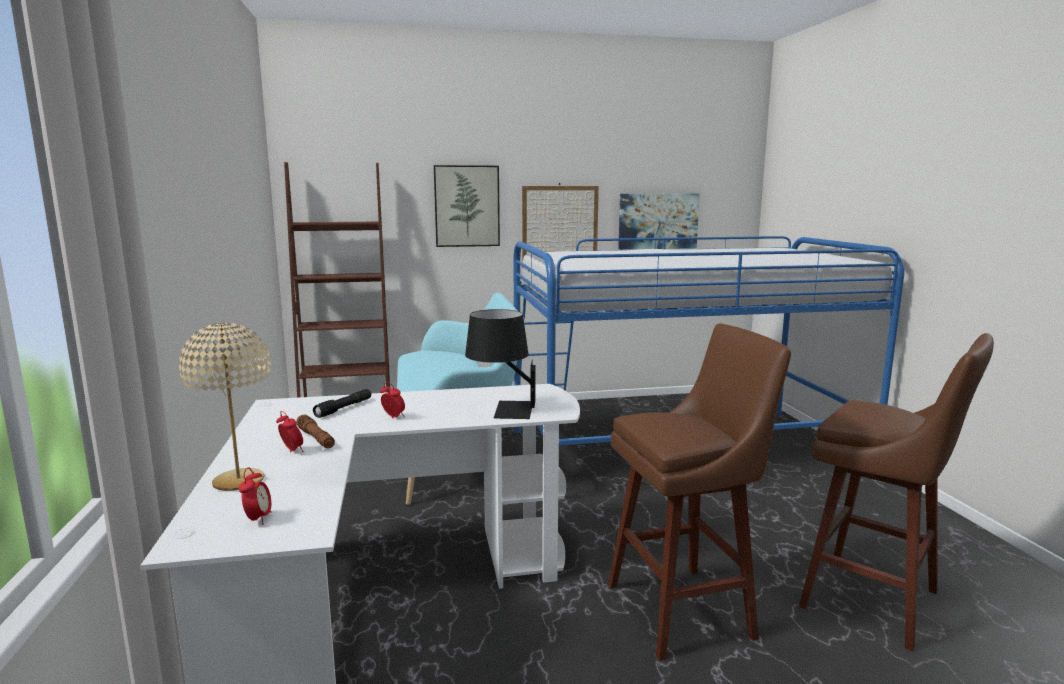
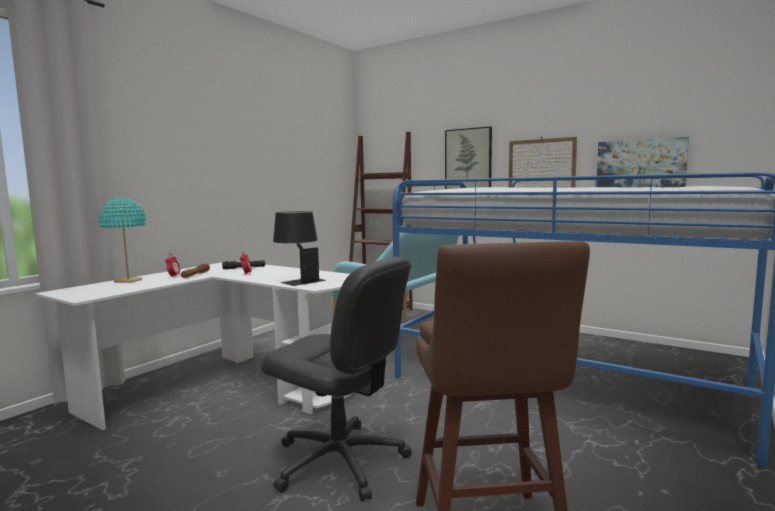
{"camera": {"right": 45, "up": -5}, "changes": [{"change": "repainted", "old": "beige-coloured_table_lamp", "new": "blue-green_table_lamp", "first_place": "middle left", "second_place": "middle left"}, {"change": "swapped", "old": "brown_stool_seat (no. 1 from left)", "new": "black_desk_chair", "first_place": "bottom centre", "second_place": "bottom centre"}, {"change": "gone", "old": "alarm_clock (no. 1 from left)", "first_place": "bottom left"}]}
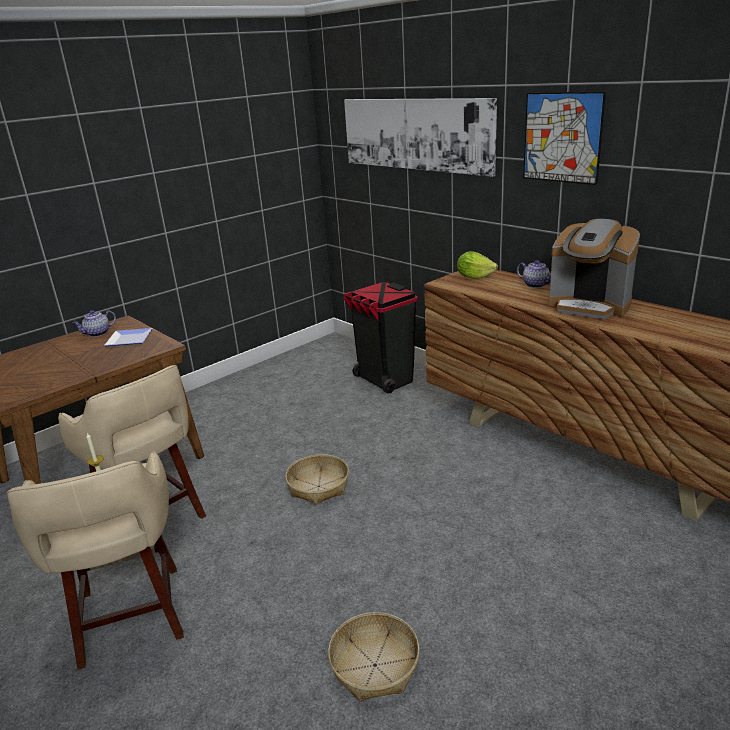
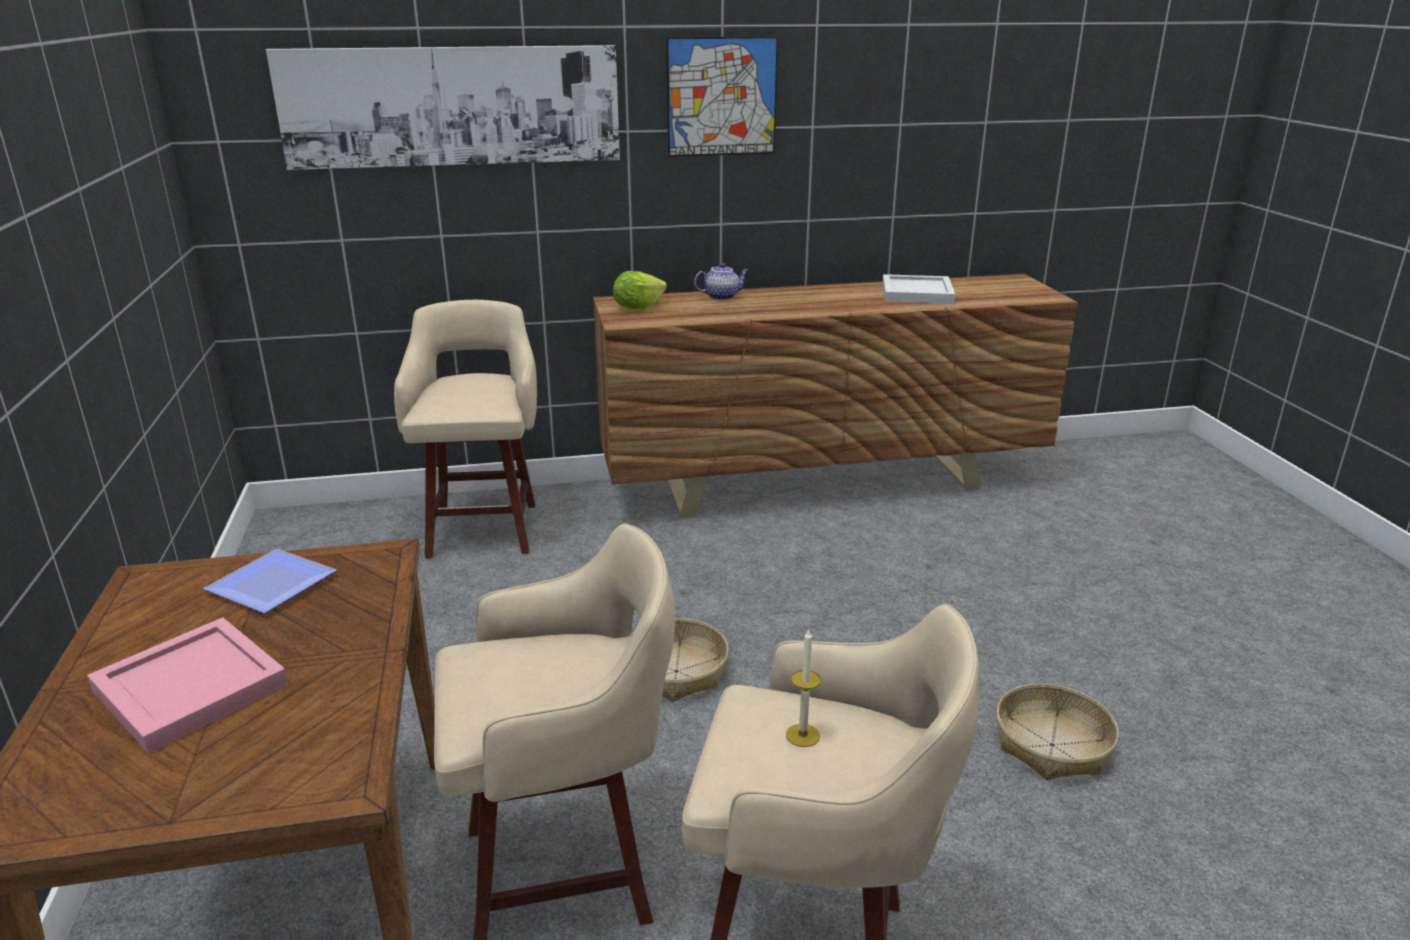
{"camera": {"right": -60, "up": 0}, "changes": [{"change": "gone", "old": "coffee_machine", "first_place": "middle right"}, {"change": "swapped", "old": "black_trash_can", "new": "beige-coloured_stool_seat (no. 1 from left)", "first_place": "centre", "second_place": "middle left"}, {"change": "gone", "old": "pot_for_tea (no. 1 from left)", "first_place": "middle left"}, {"change": "new", "new": "white-coloured_carrying_tray", "second_place": "top centre"}, {"change": "new", "new": "pink-coloured_carrying_tray", "second_place": "bottom left"}]}
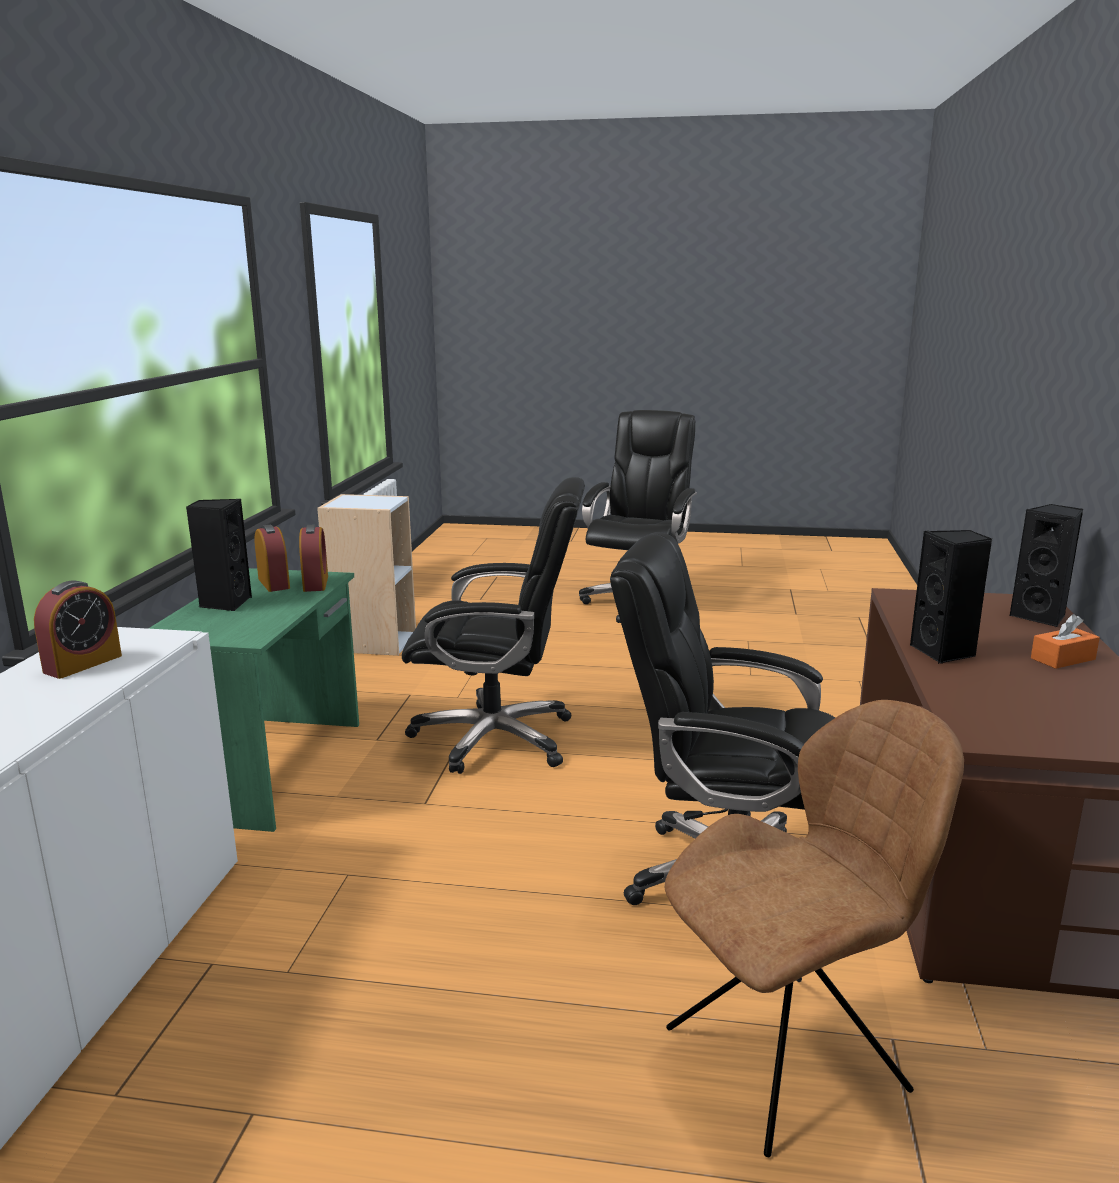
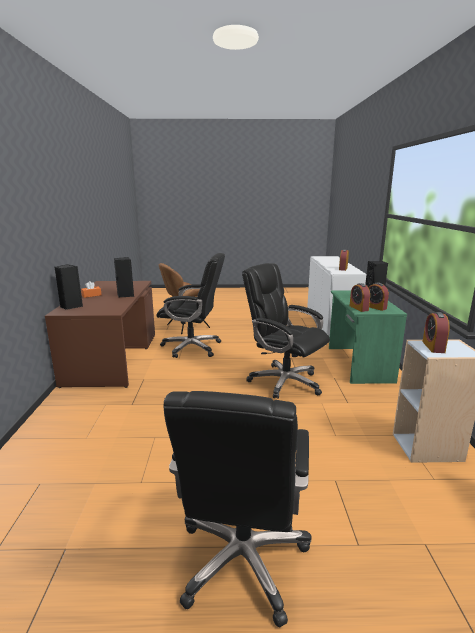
{"camera": {"right": 170, "up": 0}, "changes": [{"change": "rotated", "old": "black_desk_chair (no. 1 from left in the first image)", "first_place": "centre", "second_place": "centre", "degrees": 45}, {"change": "new", "new": "alarm_clock (no. 4 from left)", "second_place": "middle right"}]}
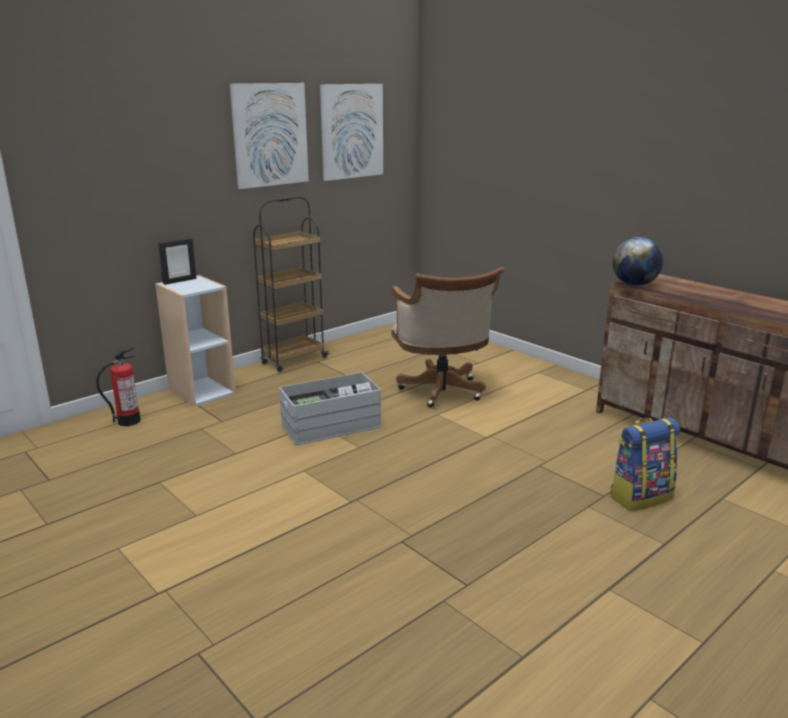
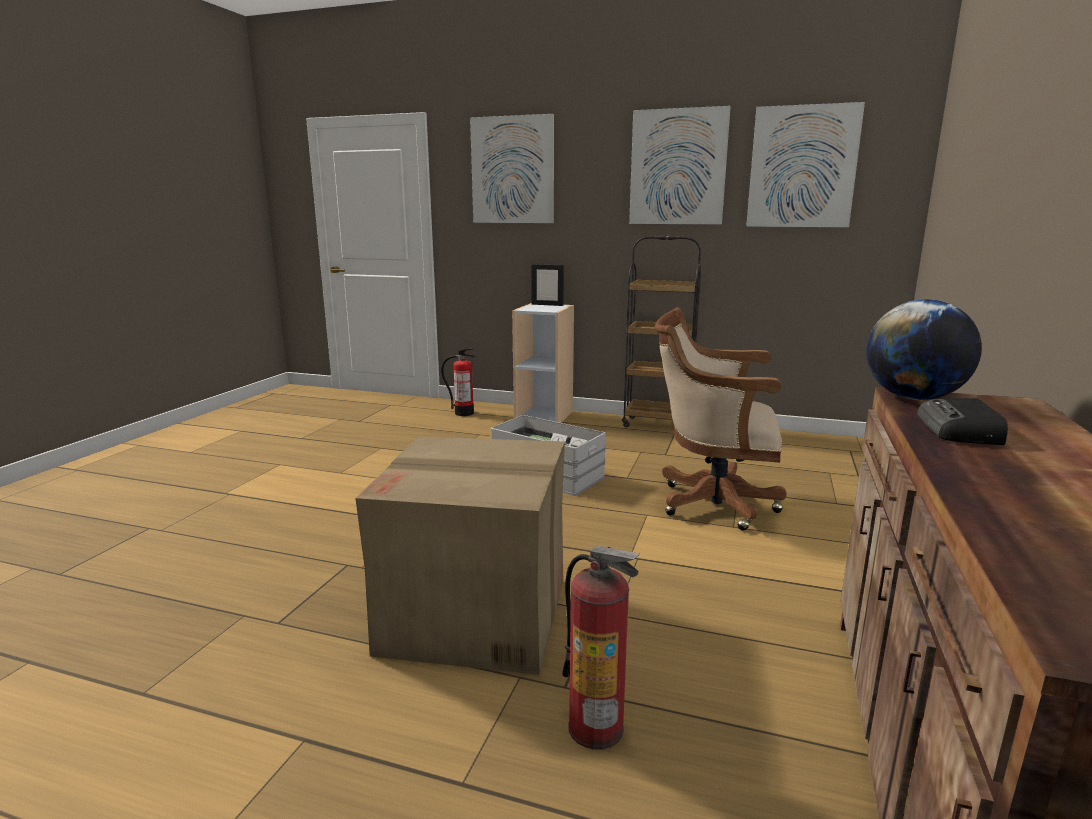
{"camera": {"right": 60, "up": -5}, "changes": [{"change": "rotated", "old": "desk_chair", "first_place": "centre", "second_place": "centre", "degrees": 60}, {"change": "swapped", "old": "knapsack", "new": "extinguisher (no. 2 from left)", "first_place": "middle right", "second_place": "bottom centre"}, {"change": "new", "new": "wall_picture (no. 1 from left)", "second_place": "top centre"}, {"change": "new", "new": "radio_receiver", "second_place": "middle right"}, {"change": "new", "new": "carton", "second_place": "bottom centre"}]}
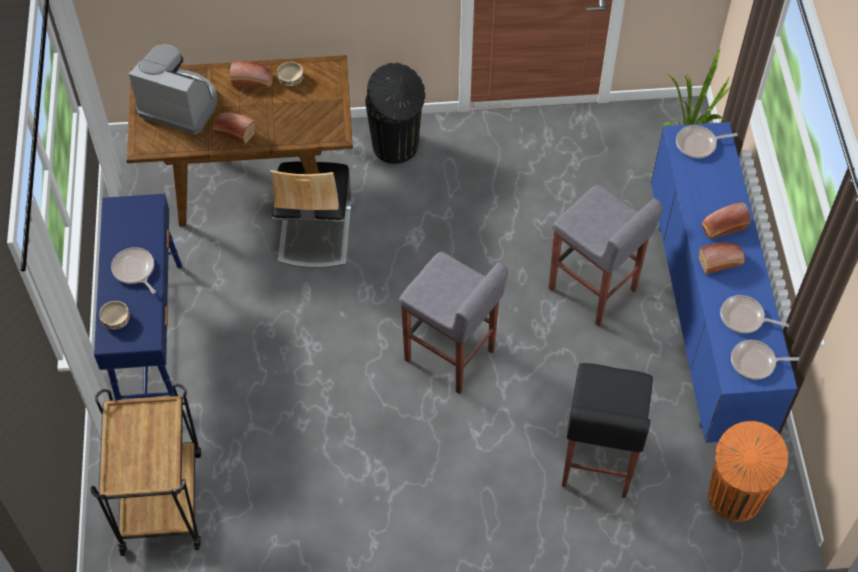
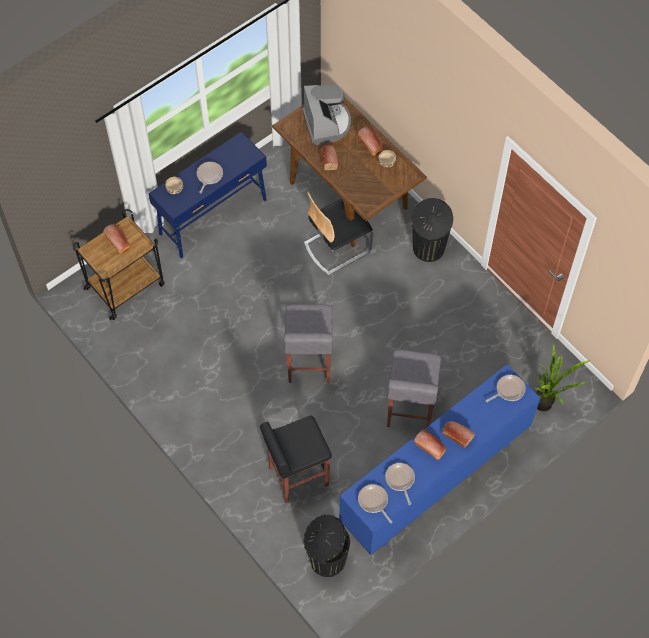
{"camera": {"right": 55, "up": 5}, "changes": [{"change": "rotated", "old": "pan (no. 2 from left in the first image)", "first_place": "top right", "second_place": "middle right", "degrees": 105}, {"change": "repainted", "old": "orangey_trash_can", "new": "black_trash_can (no. 1 from left)", "first_place": "bottom right", "second_place": "bottom centre"}, {"change": "new", "new": "bread (no. 1 from left)", "second_place": "middle left"}]}
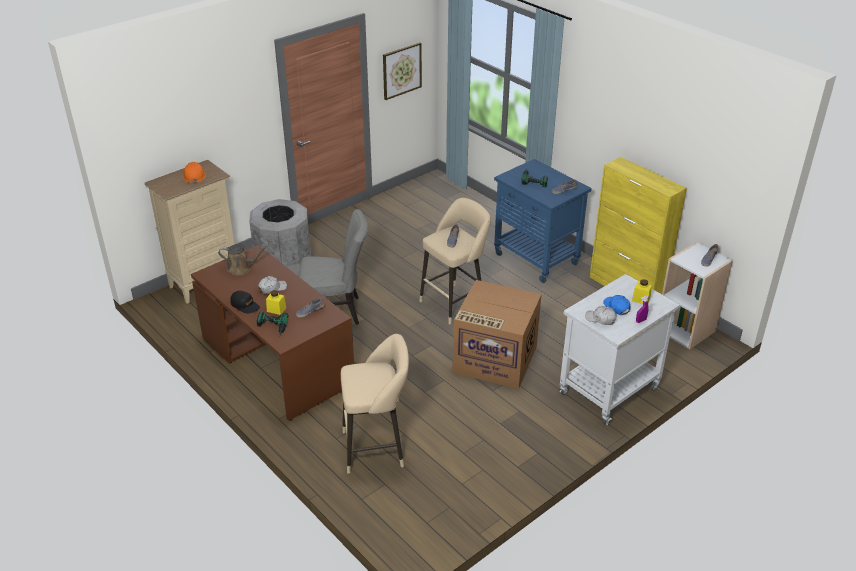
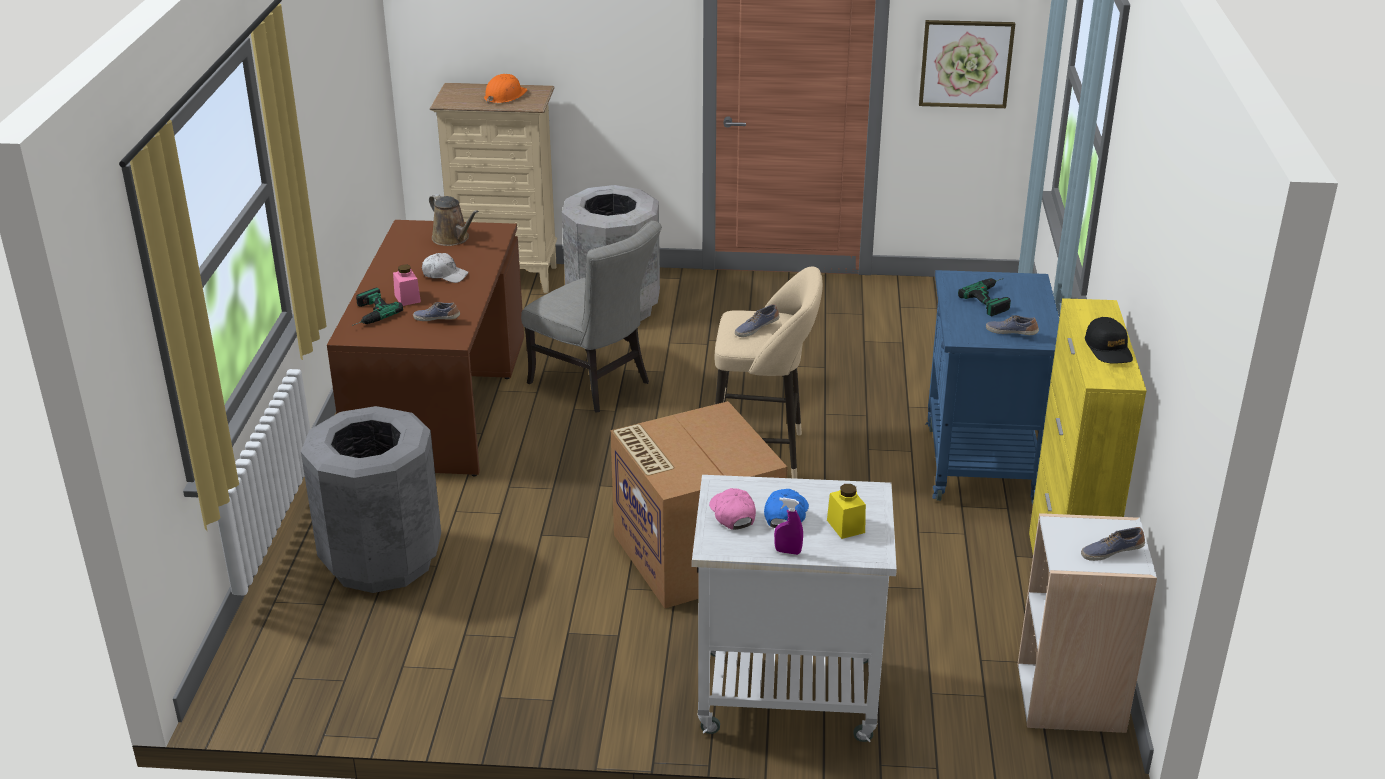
{"camera": {"right": 45, "up": -5}, "changes": [{"change": "repainted", "old": "yellowish_preserve_jar (no. 1 from left)", "new": "pink-coloured_preserve_jar", "first_place": "middle left", "second_place": "middle left"}, {"change": "shifted", "old": "black_peaked_cap", "first_place": "middle left", "second_place": "middle right"}, {"change": "repainted", "old": "white-coloured_peaked_cap (no. 2 from left)", "new": "pink-coloured_peaked_cap", "first_place": "middle right", "second_place": "centre"}, {"change": "swapped", "old": "beige-coloured_stool_seat (no. 1 from left)", "new": "grey_trash_can (no. 1 from left)", "first_place": "bottom centre", "second_place": "middle left"}]}
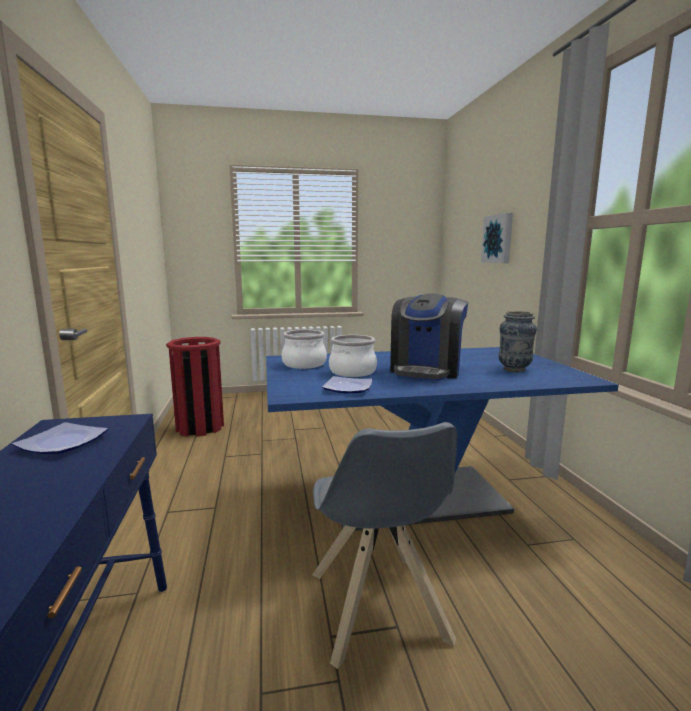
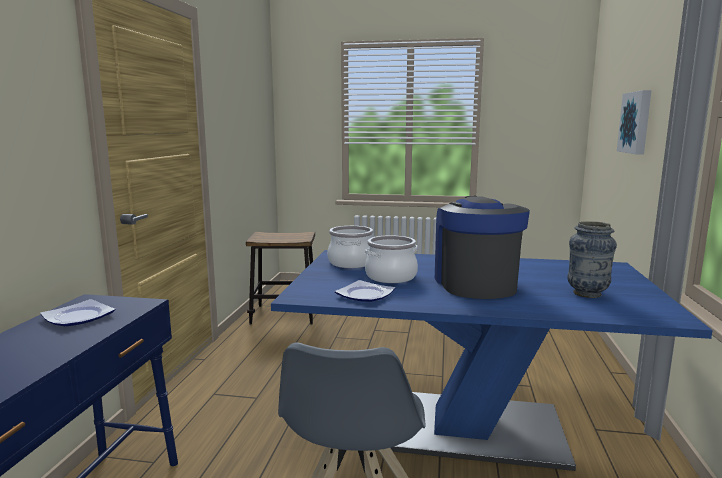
{"camera": {"right": 20, "up": 0}, "changes": [{"change": "rotated", "old": "coffee_machine", "first_place": "centre", "second_place": "middle right", "degrees": 135}, {"change": "swapped", "old": "red_trash_can", "new": "stool_seat", "first_place": "middle left", "second_place": "centre"}]}
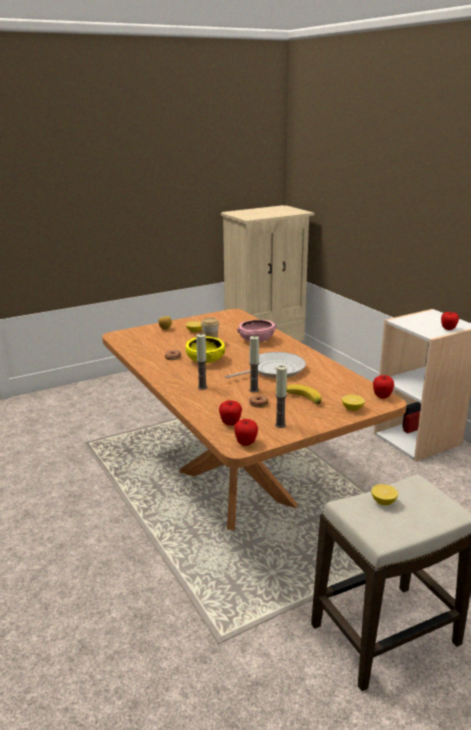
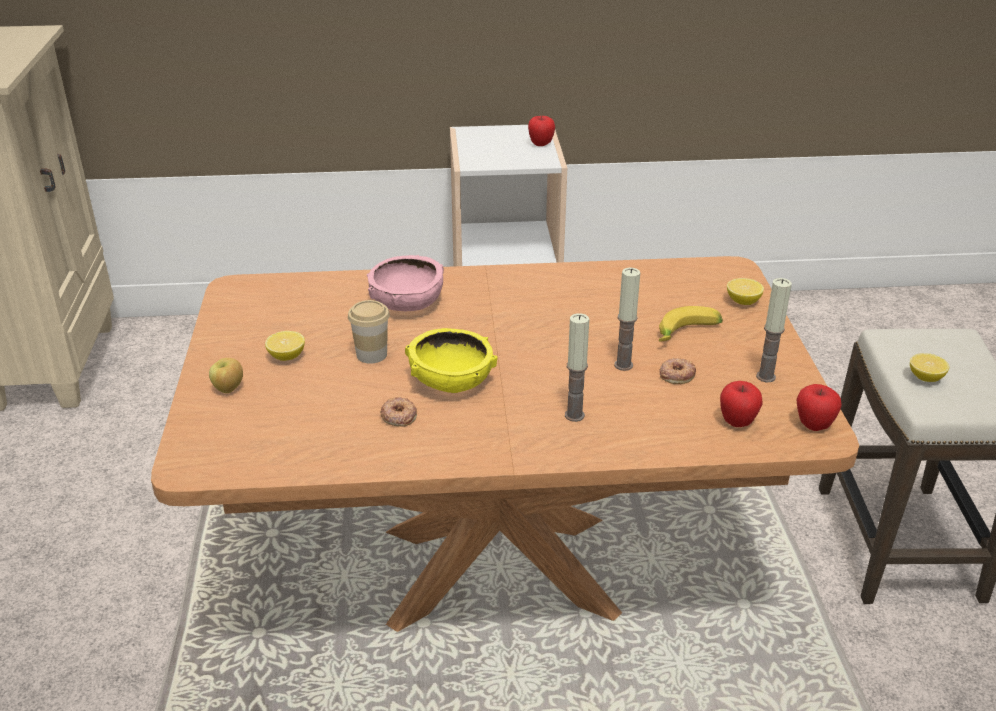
{"camera": {"right": -65, "up": 10}, "changes": [{"change": "gone", "old": "pan", "first_place": "centre"}, {"change": "gone", "old": "apple (no. 4 from left)", "first_place": "middle right"}]}
